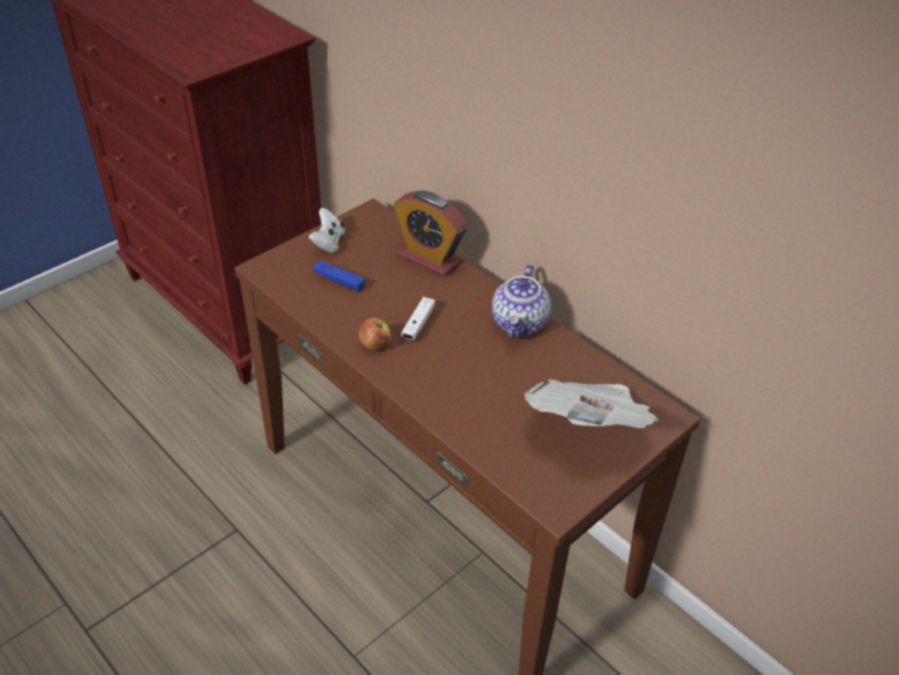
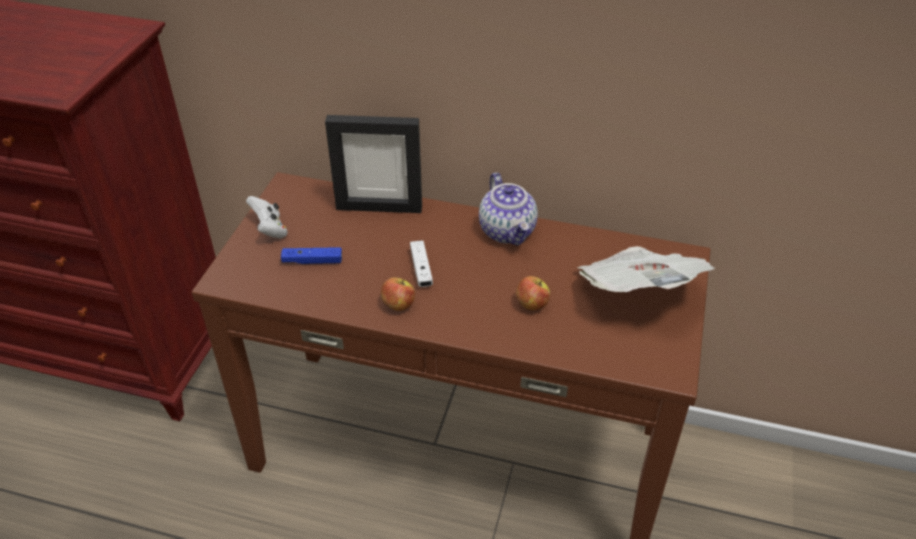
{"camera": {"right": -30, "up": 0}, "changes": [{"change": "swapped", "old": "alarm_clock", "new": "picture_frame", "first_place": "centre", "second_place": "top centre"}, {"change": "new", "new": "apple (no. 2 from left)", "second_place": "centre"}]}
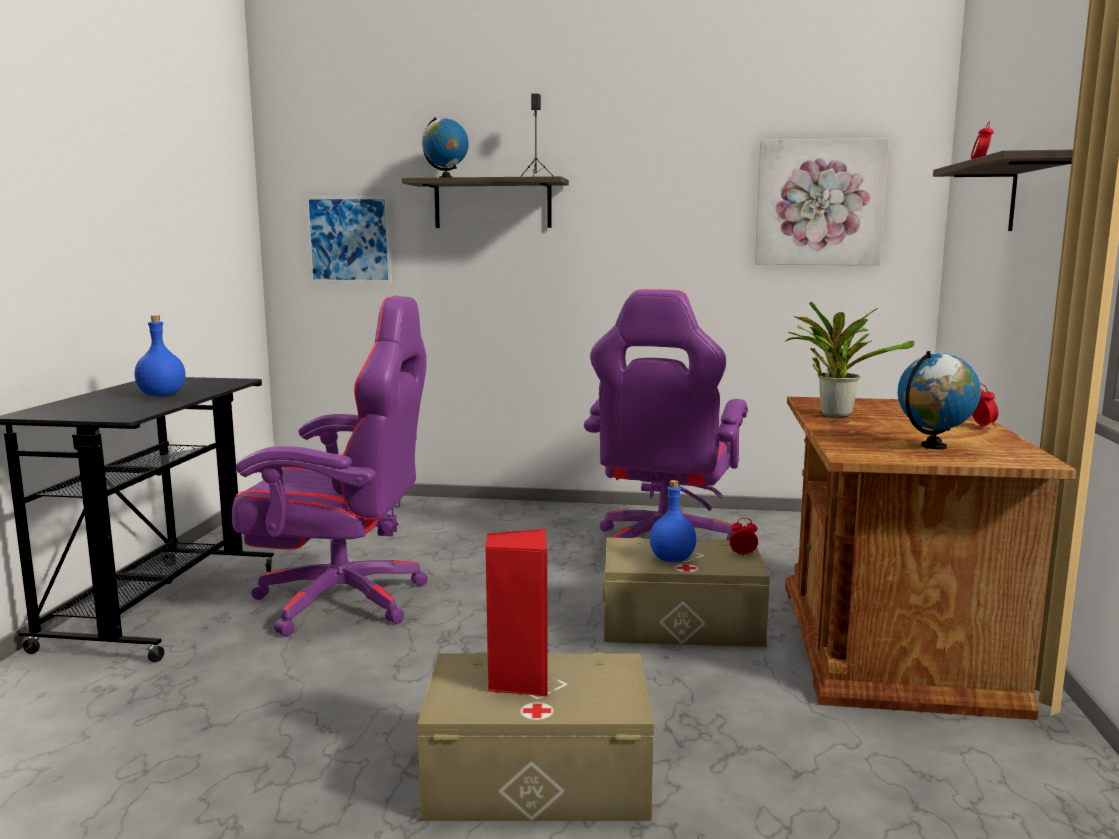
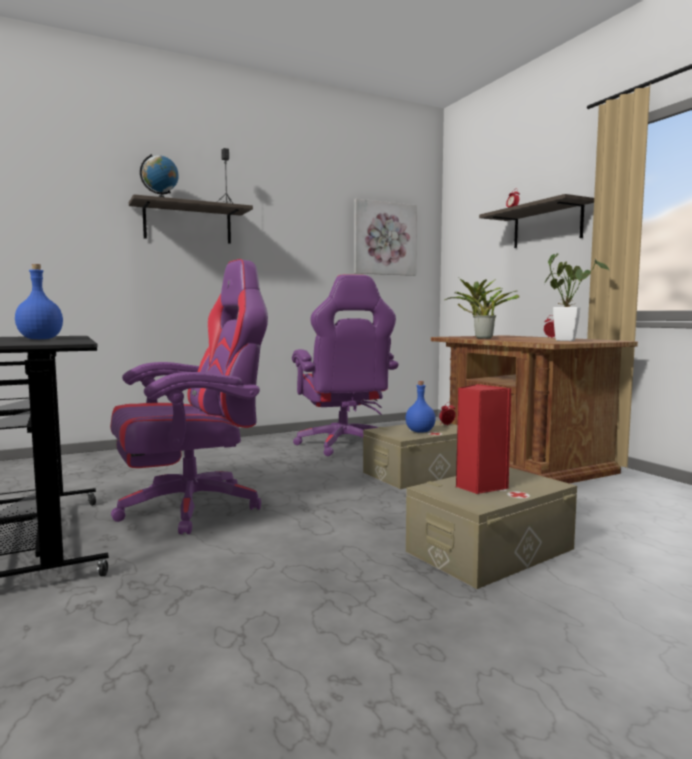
{"camera": {"right": -35, "up": -5}, "changes": [{"change": "gone", "old": "wall_picture (no. 1 from left)", "first_place": "top left"}, {"change": "swapped", "old": "globe (no. 2 from left)", "new": "plant_in_a_pot (no. 2 from left)", "first_place": "middle right", "second_place": "middle right"}]}
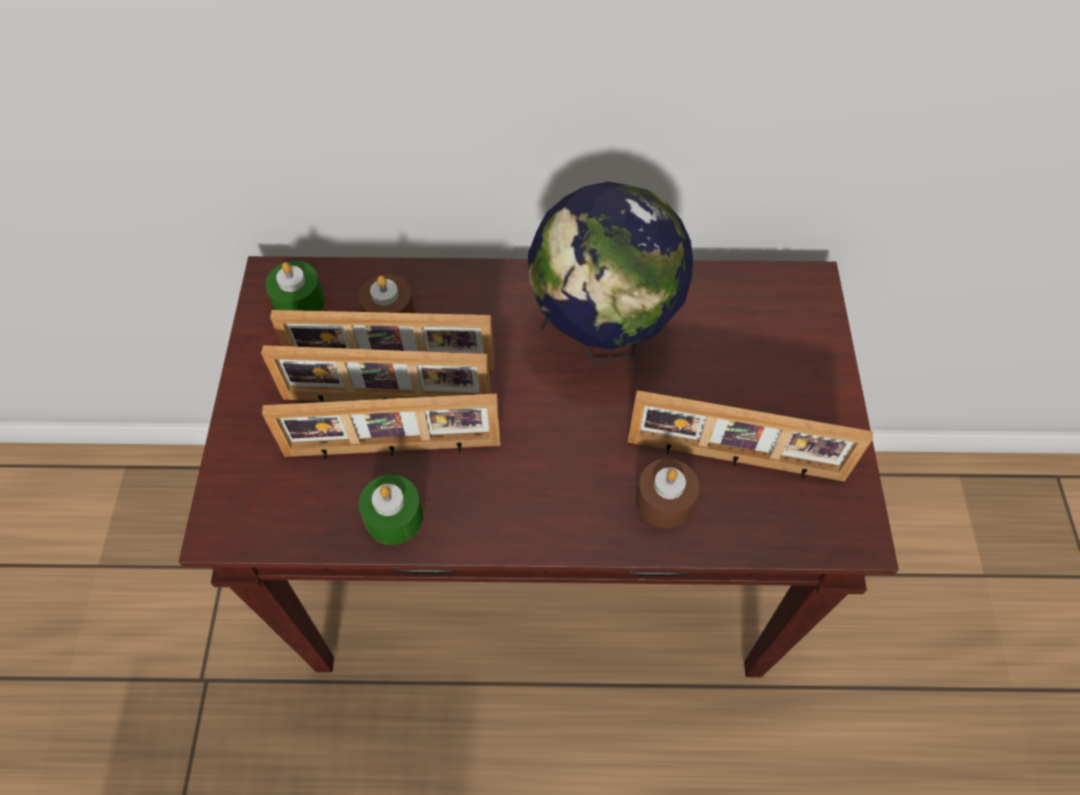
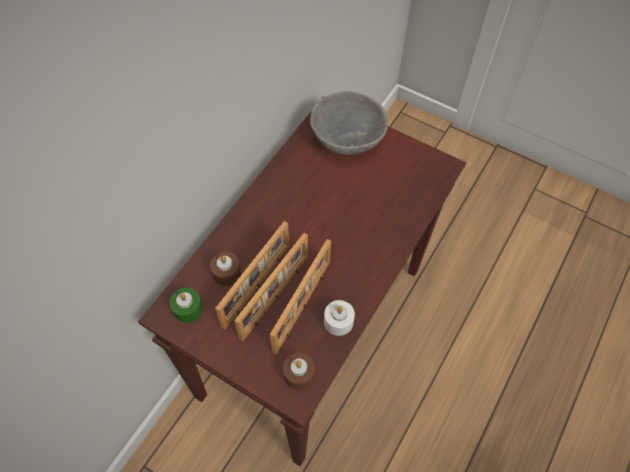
{"camera": {"right": -60, "up": 0}, "changes": [{"change": "gone", "old": "globe", "first_place": "centre"}, {"change": "gone", "old": "picture_frame (no. 4 from left)", "first_place": "middle right"}, {"change": "shifted", "old": "brown_candle (no. 2 from left)", "first_place": "centre", "second_place": "bottom centre"}, {"change": "repainted", "old": "green_candle (no. 2 from left)", "new": "white-coloured_candle", "first_place": "centre", "second_place": "bottom centre"}, {"change": "new", "new": "grey_deep_dish", "second_place": "top centre"}]}
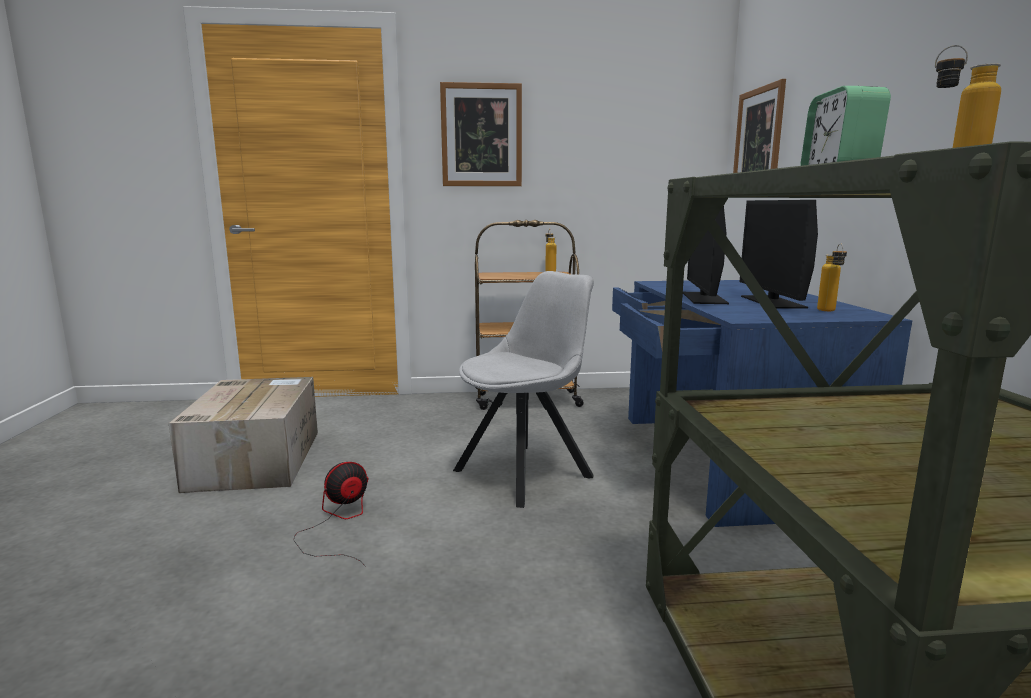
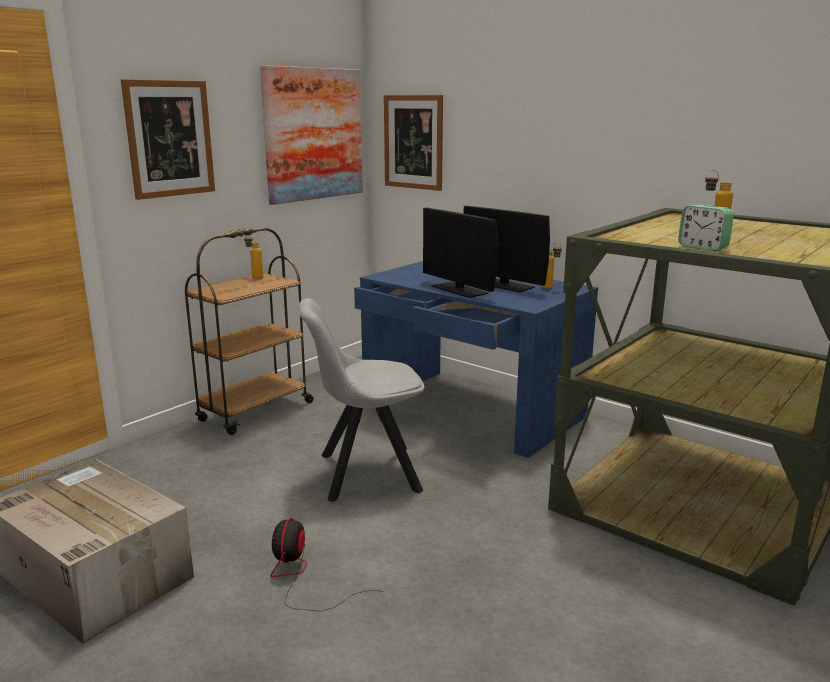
{"camera": {"right": -45, "up": 5}, "changes": [{"change": "rotated", "old": "grey_upright_chair", "first_place": "centre", "second_place": "centre", "degrees": -105}, {"change": "new", "new": "wall_picture (no. 2 from left)", "second_place": "top centre"}]}
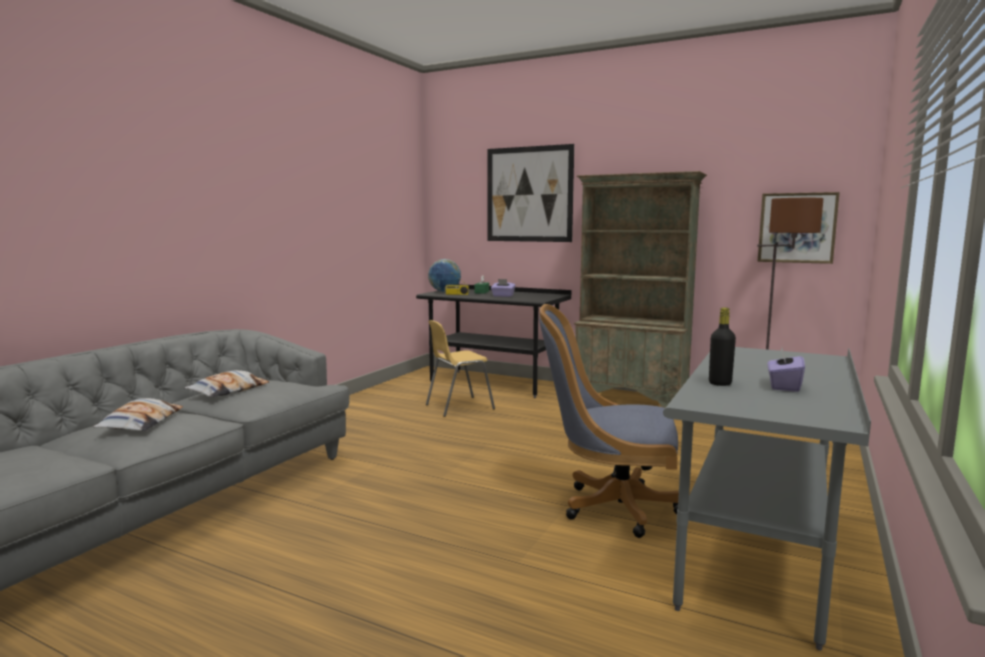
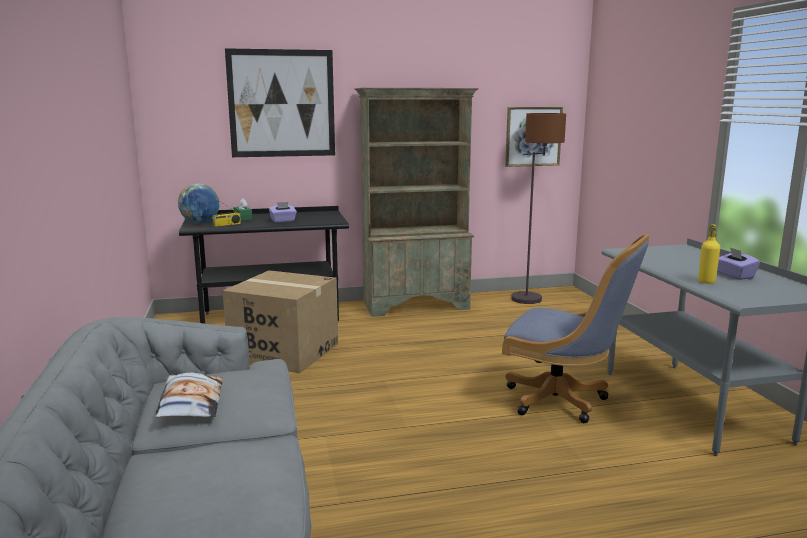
{"camera": {"right": -40, "up": 5}, "changes": [{"change": "rotated", "old": "blue_desk_chair", "first_place": "centre", "second_place": "middle right", "degrees": -120}, {"change": "repainted", "old": "black_beverage_bottle", "new": "yellowish_beverage_bottle", "first_place": "middle right", "second_place": "middle right"}, {"change": "swapped", "old": "yellowish_upright_chair", "new": "carton", "first_place": "centre", "second_place": "centre"}, {"change": "gone", "old": "pillow (no. 1 from left)", "first_place": "middle left"}]}
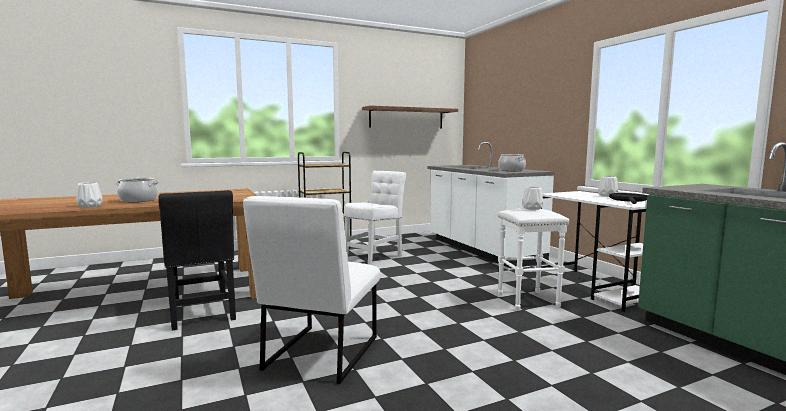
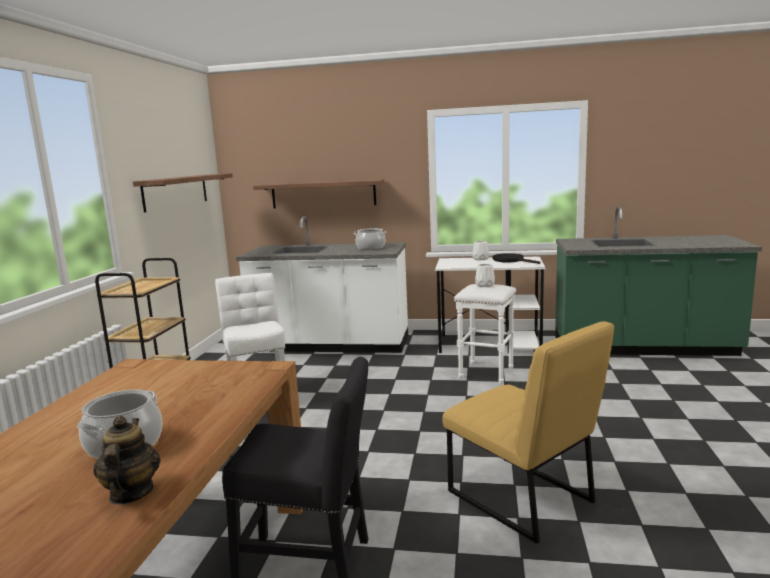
{"camera": {"right": -55, "up": 5}, "changes": [{"change": "swapped", "old": "white-coloured_flower_vase (no. 1 from left)", "new": "pot_for_tea", "first_place": "middle left", "second_place": "bottom left"}, {"change": "repainted", "old": "white-coloured_upright_chair (no. 1 from left)", "new": "yellowish_upright_chair", "first_place": "bottom centre", "second_place": "bottom right"}, {"change": "new", "new": "wall_shelf (no. 2 from left)", "second_place": "centre"}]}
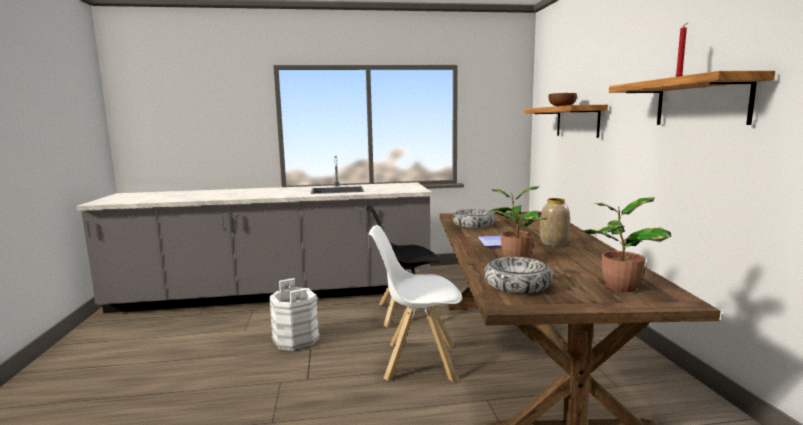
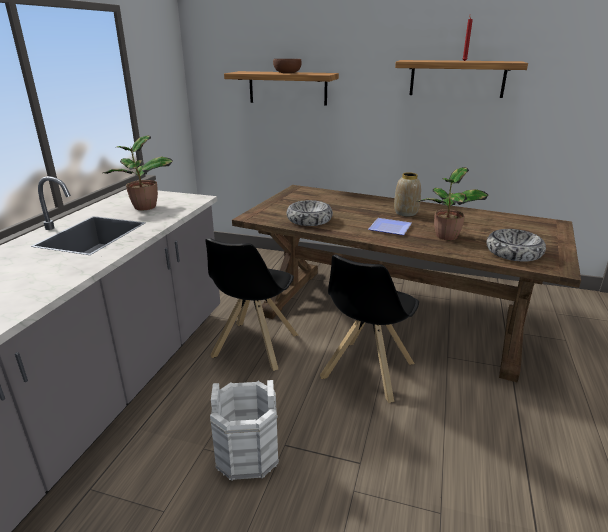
{"camera": {"right": -65, "up": 15}, "changes": [{"change": "shifted", "old": "plant_in_a_pot (no. 2 from left in the first image)", "new": "plant_in_a_pot (no. 1 from left)", "first_place": "middle right", "second_place": "top left"}, {"change": "repainted", "old": "white-coloured_upright_chair", "new": "black_upright_chair (no. 2 from left)", "first_place": "bottom centre", "second_place": "centre"}]}
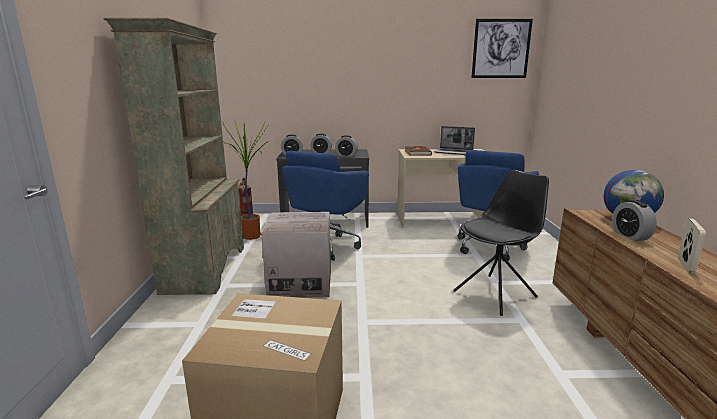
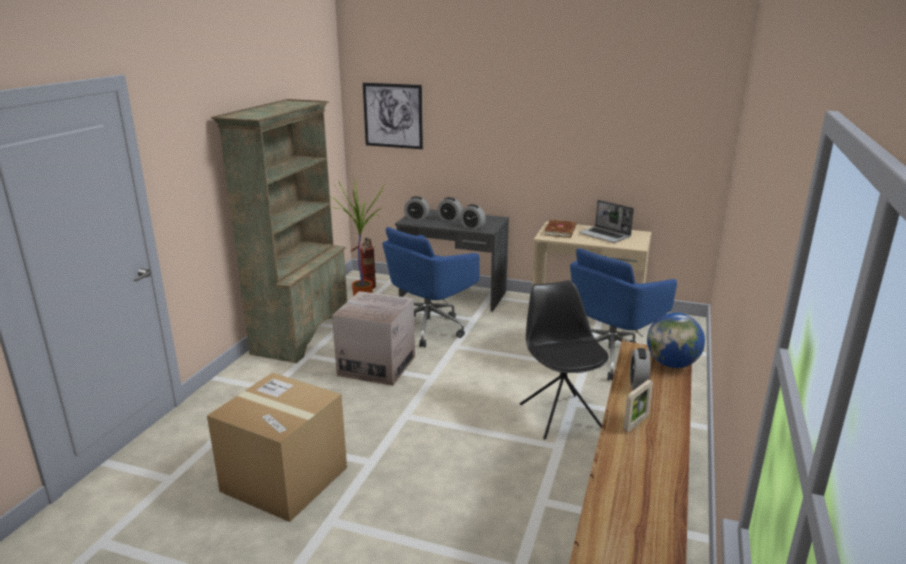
{"camera": {"right": 20, "up": 5}, "changes": [{"change": "shifted", "old": "wall_picture", "first_place": "top right", "second_place": "top centre"}, {"change": "rotated", "old": "black_upright_chair", "first_place": "middle right", "second_place": "centre", "degrees": -90}]}
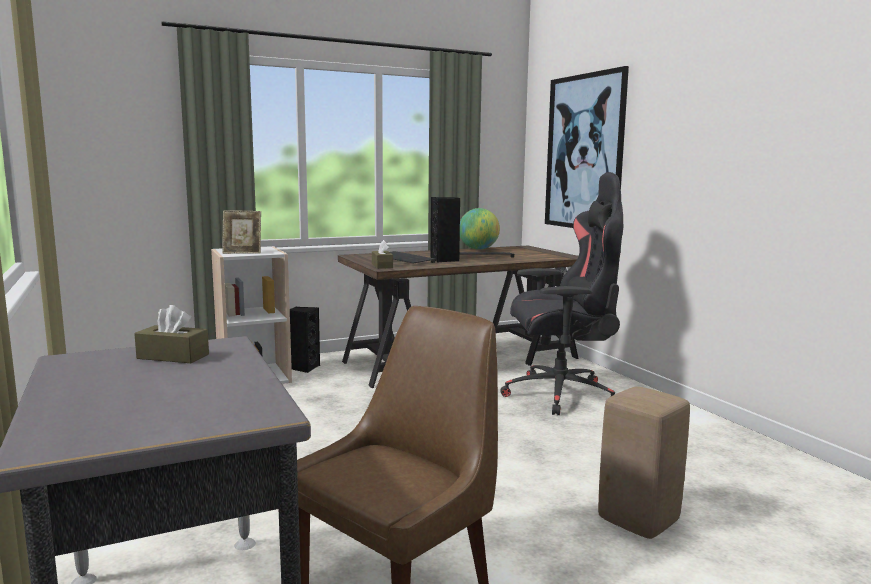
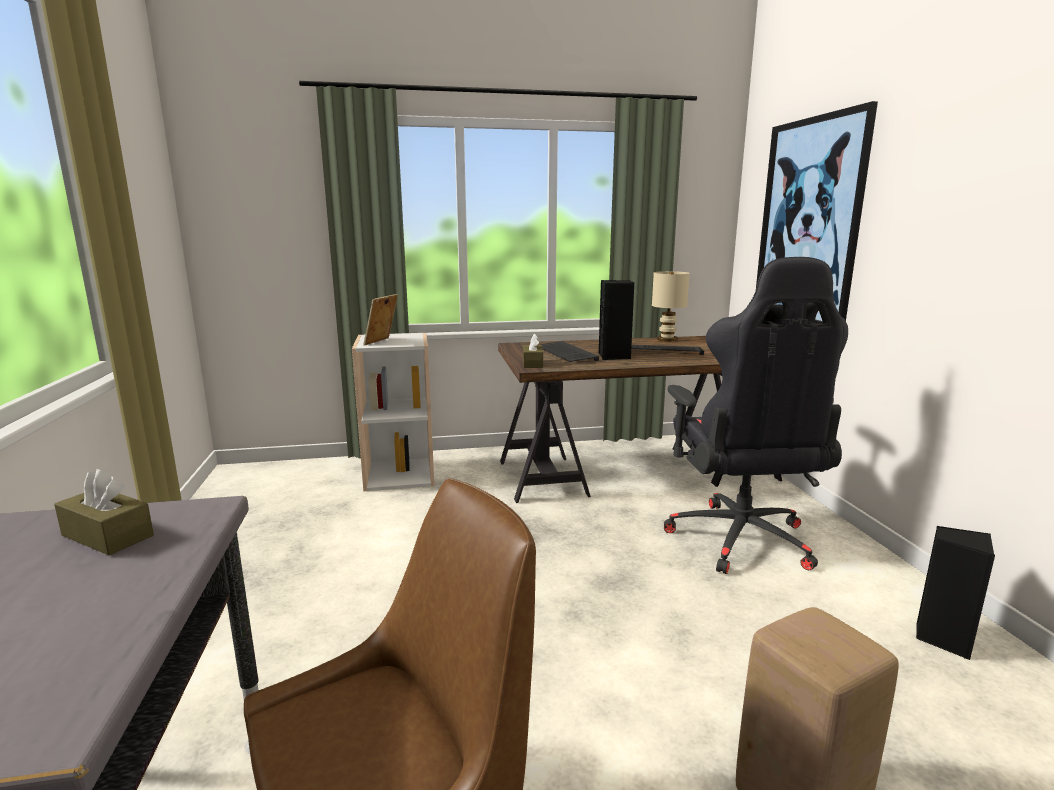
{"camera": {"right": 15, "up": 5}, "changes": [{"change": "rotated", "old": "black_desk_chair", "first_place": "centre", "second_place": "middle right", "degrees": 75}, {"change": "swapped", "old": "globe", "new": "beige-coloured_table_lamp", "first_place": "centre", "second_place": "centre"}, {"change": "rotated", "old": "picture_frame", "first_place": "middle left", "second_place": "centre", "degrees": 105}, {"change": "shifted", "old": "black_speaker (no. 1 from left in the first image)", "new": "black_speaker (no. 2 from left)", "first_place": "centre", "second_place": "bottom right"}]}
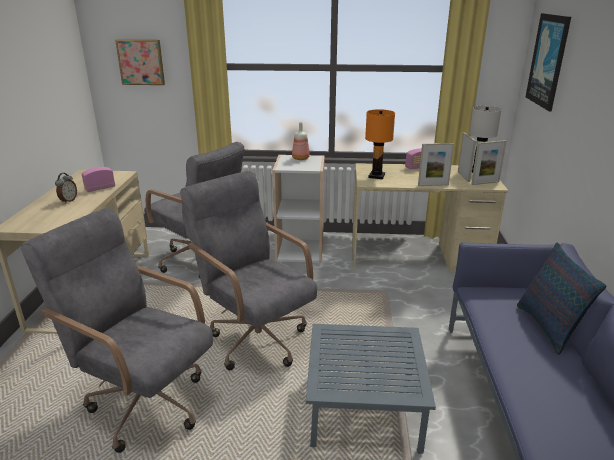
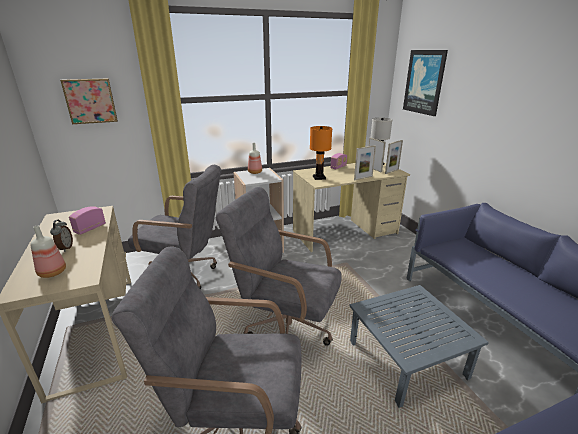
{"camera": {"right": -25, "up": 0}, "changes": [{"change": "gone", "old": "blue_pillow", "first_place": "middle right"}, {"change": "new", "new": "beverage_bottle (no. 1 from left)", "second_place": "middle left"}]}
